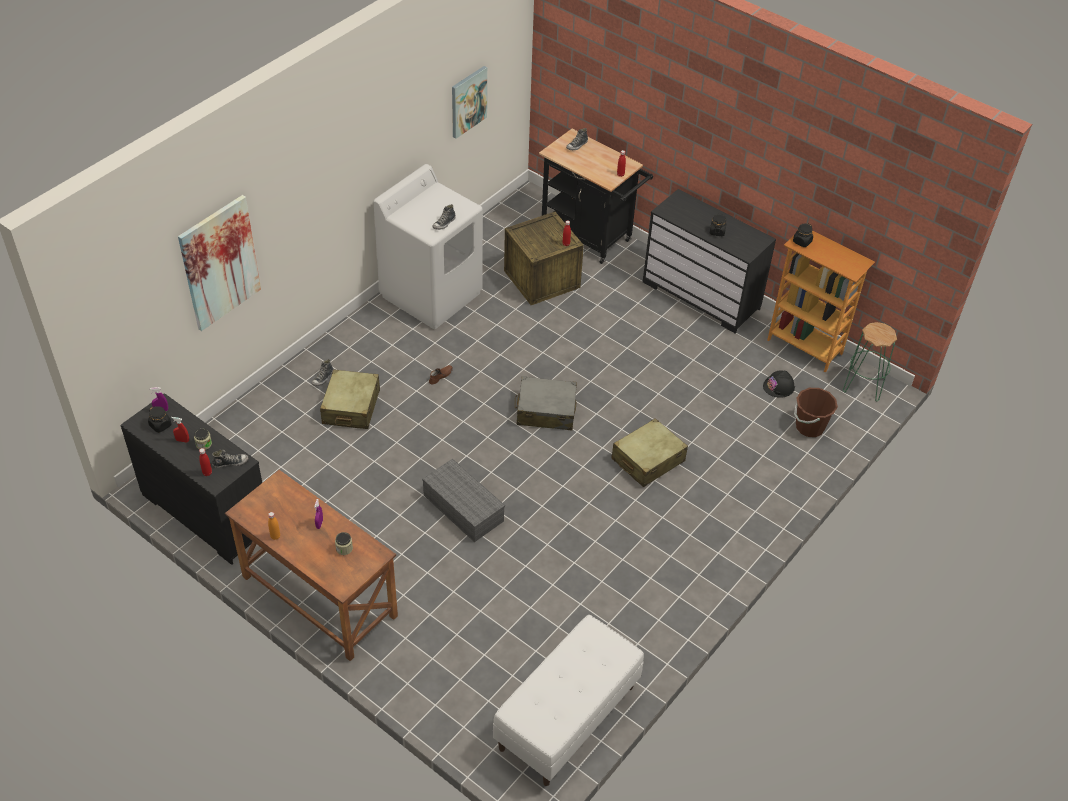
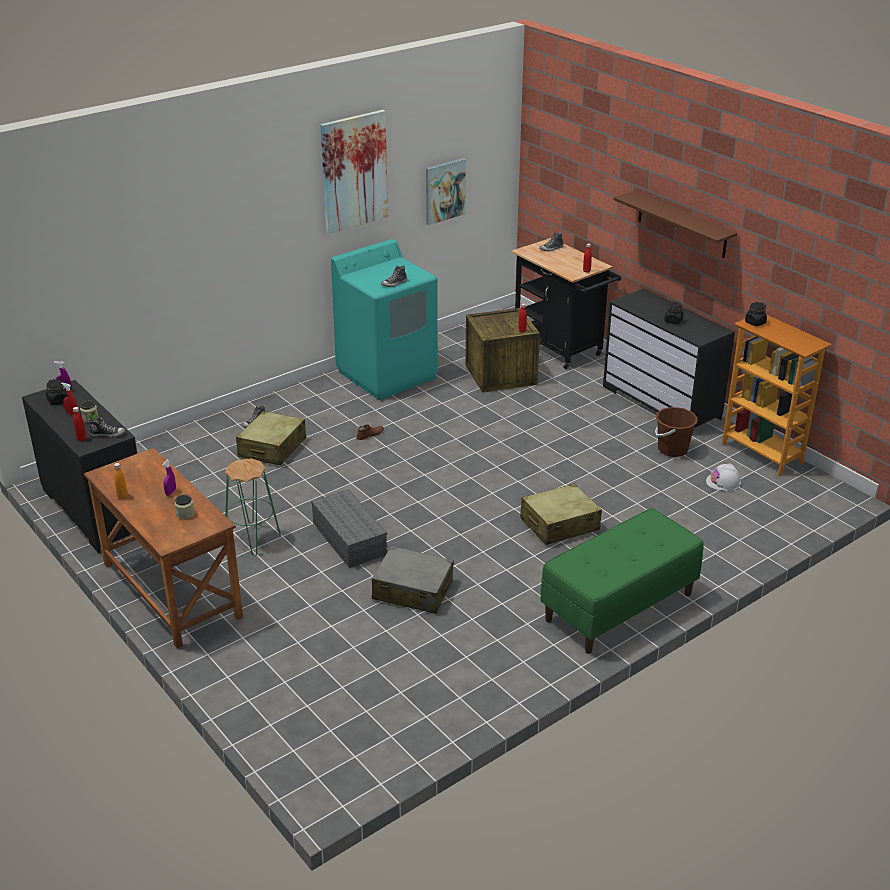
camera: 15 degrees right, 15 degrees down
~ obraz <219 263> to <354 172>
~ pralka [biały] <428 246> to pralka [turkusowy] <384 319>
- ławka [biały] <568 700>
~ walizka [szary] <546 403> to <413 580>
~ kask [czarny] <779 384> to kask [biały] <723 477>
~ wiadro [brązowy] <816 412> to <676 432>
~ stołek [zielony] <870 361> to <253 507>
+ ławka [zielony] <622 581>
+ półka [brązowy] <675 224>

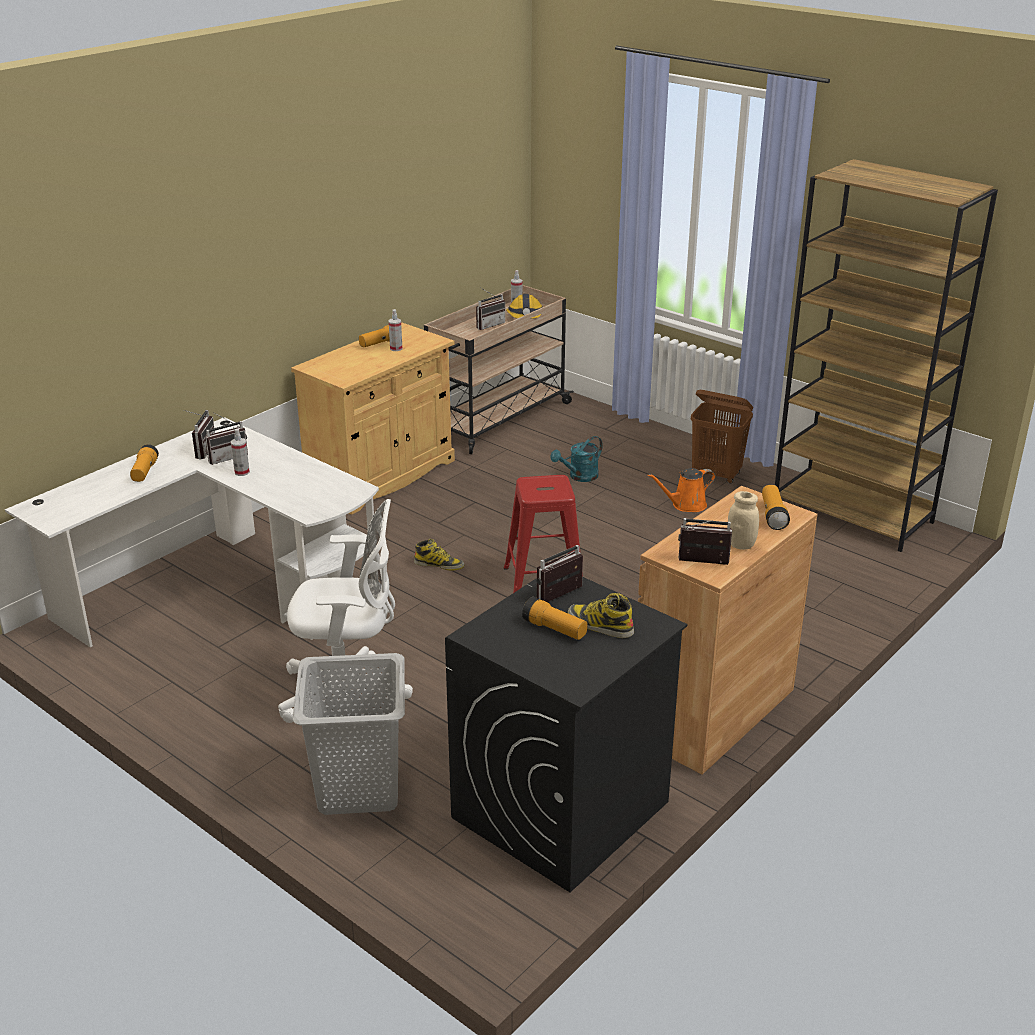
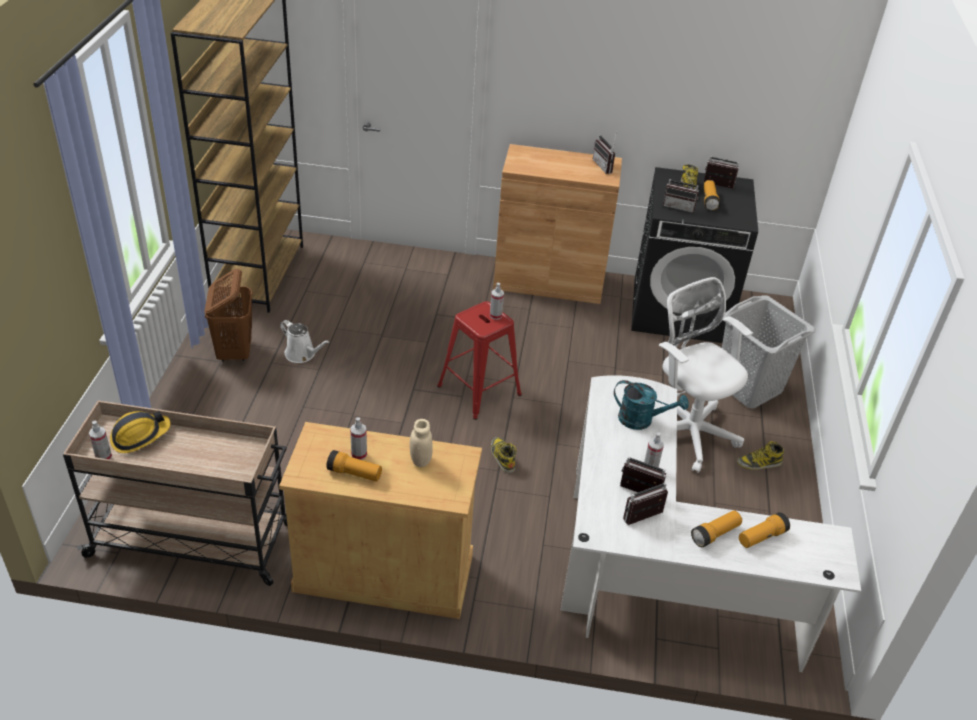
camera: 125 degrees left, 10 degrees up
~ radio <491 309> to <721 172>
~ konewka [turkusowy] <576 459> to <651 405>
~ konewka [pomarańczowy] <682 490> to konewka [biały] <305 341>
~ słoik [beżowy] <743 520> to <421 443>
~ latarka <776 507> to <764 530>
+ spryskiwacz <497 301>
+ but z cholewką <760 455>

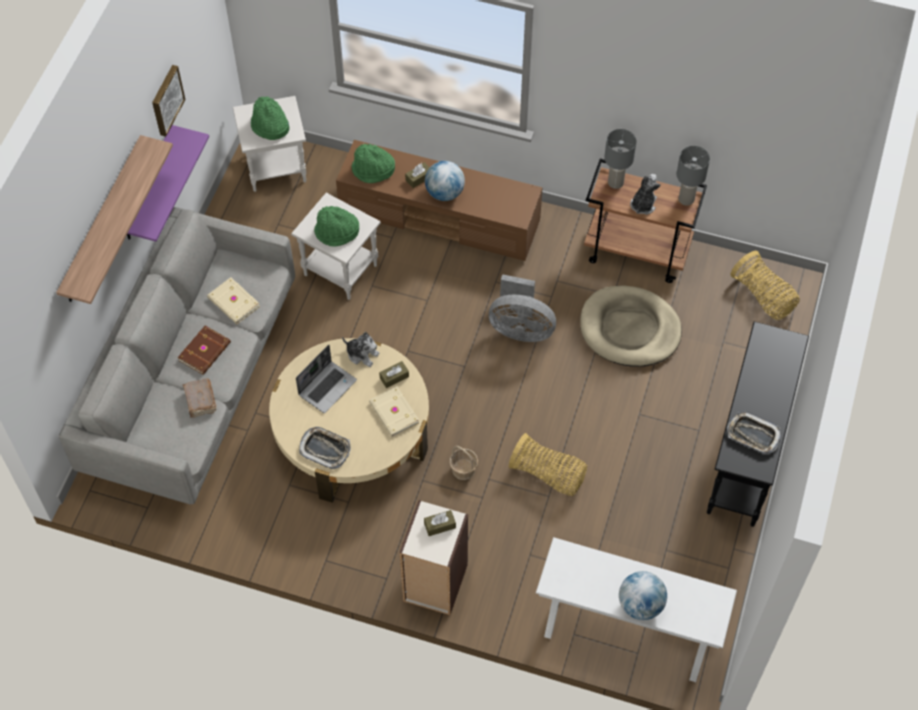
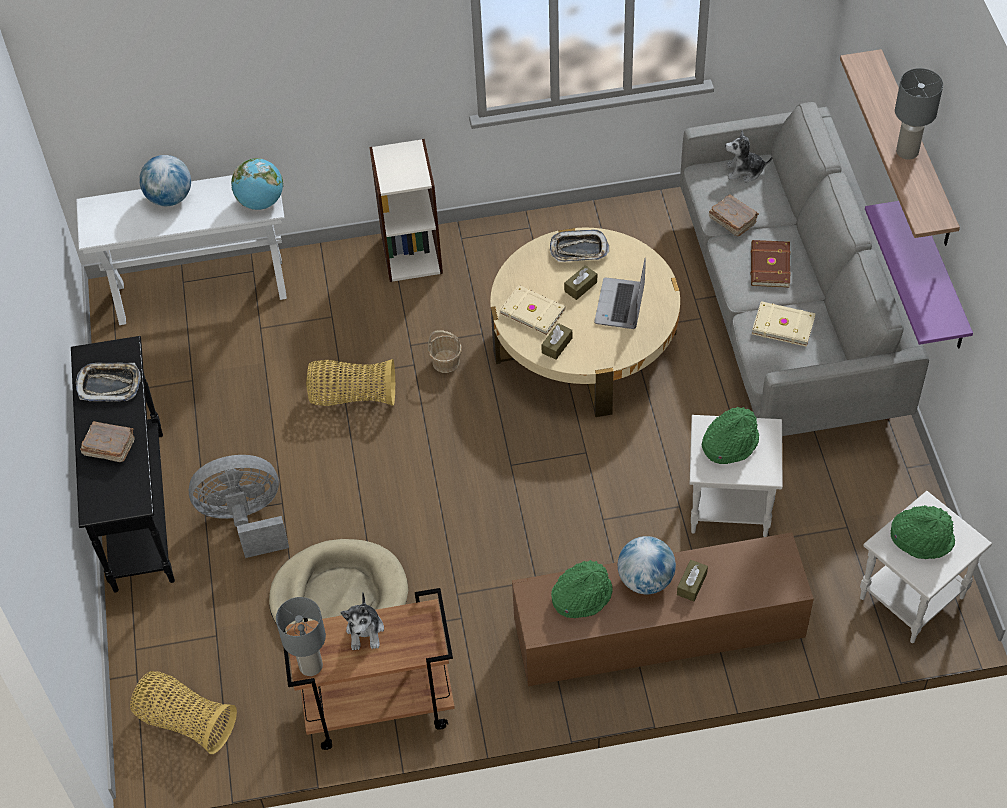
camera: 155 degrees right, 5 degrees down
- obraz <168 101>
~ pluszak <361 349> to <748 156>
~ kapelusz [zielony] <373 163> to <582 589>
~ pudełko chusteczek [brązowy] <440 523> to <580 282>
~ wentylator [szary] <522 308> to <239 506>
~ lampa stołowa [szary] <620 159> to <919 113>
+ książka [brązowy] <107 441>
+ globus <257 184>

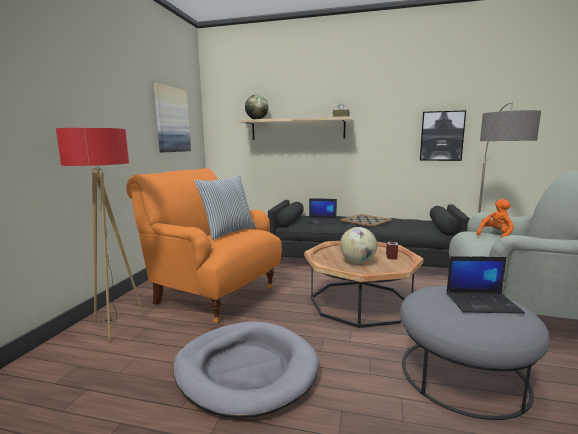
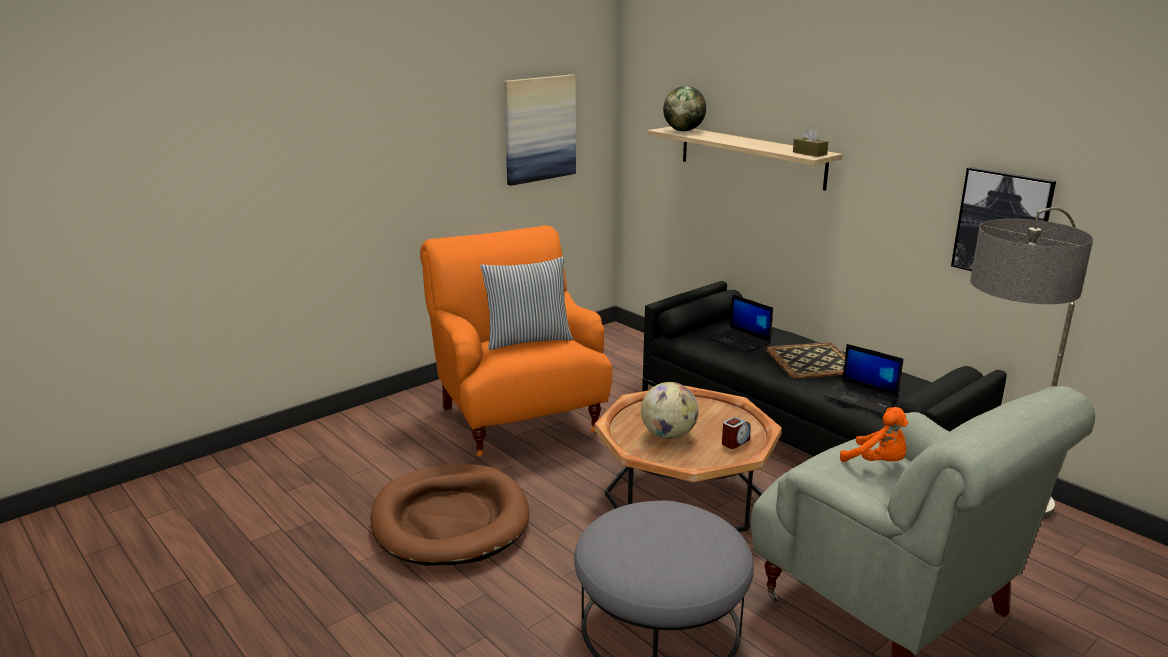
camera: 35 degrees right, 10 degrees up
- lampa stojąca <100 234>
~ legowisko [szary] <246 369> to legowisko [brązowy] <450 514>
~ laptop <486 285> to <864 379>
~ pluszak [pomarańczowy] <495 218> = <874 434> 45 degrees clockwise

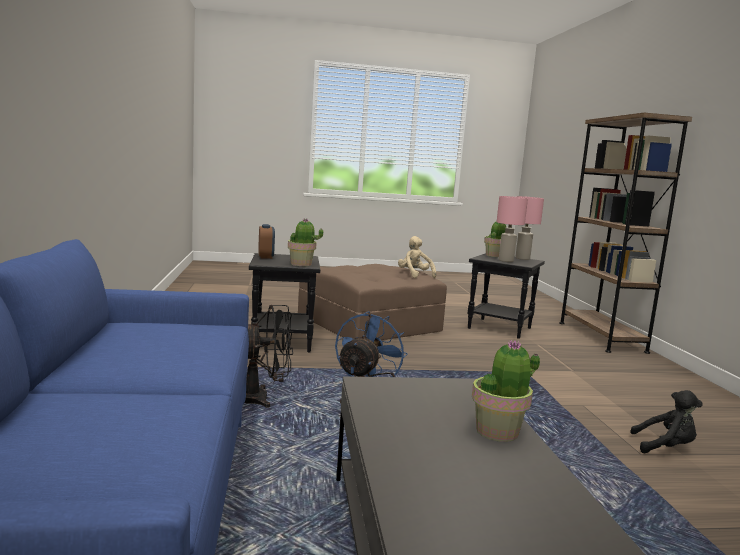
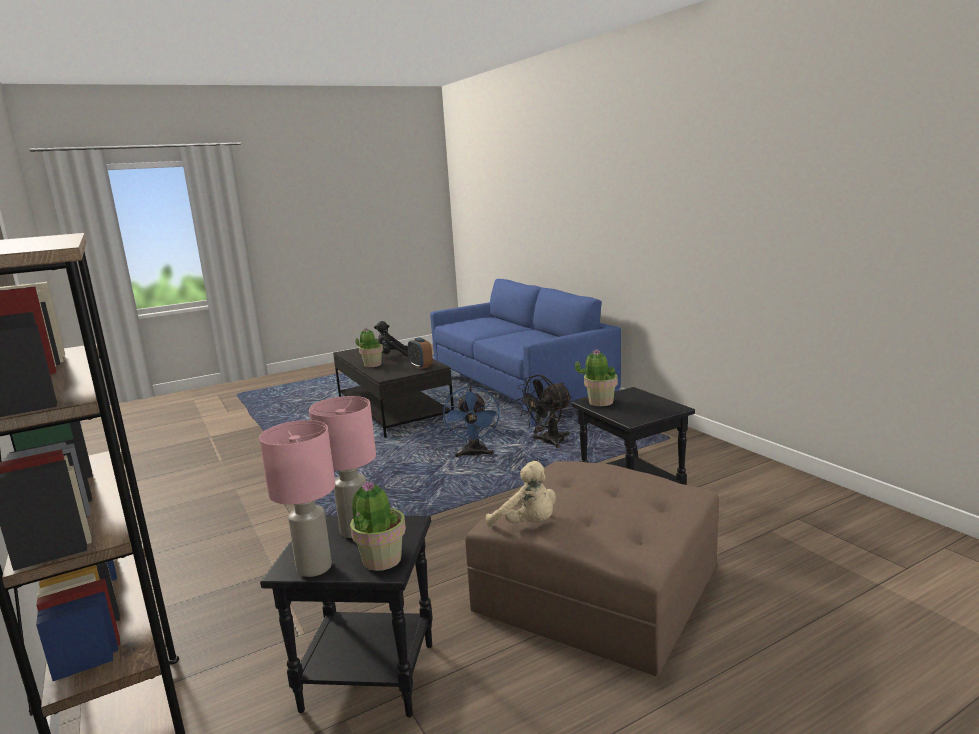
camera: 160 degrees right, 5 degrees up
~ budzik <266 241> to <420 353>
~ pluszak [czarny] <666 421> to <391 339>

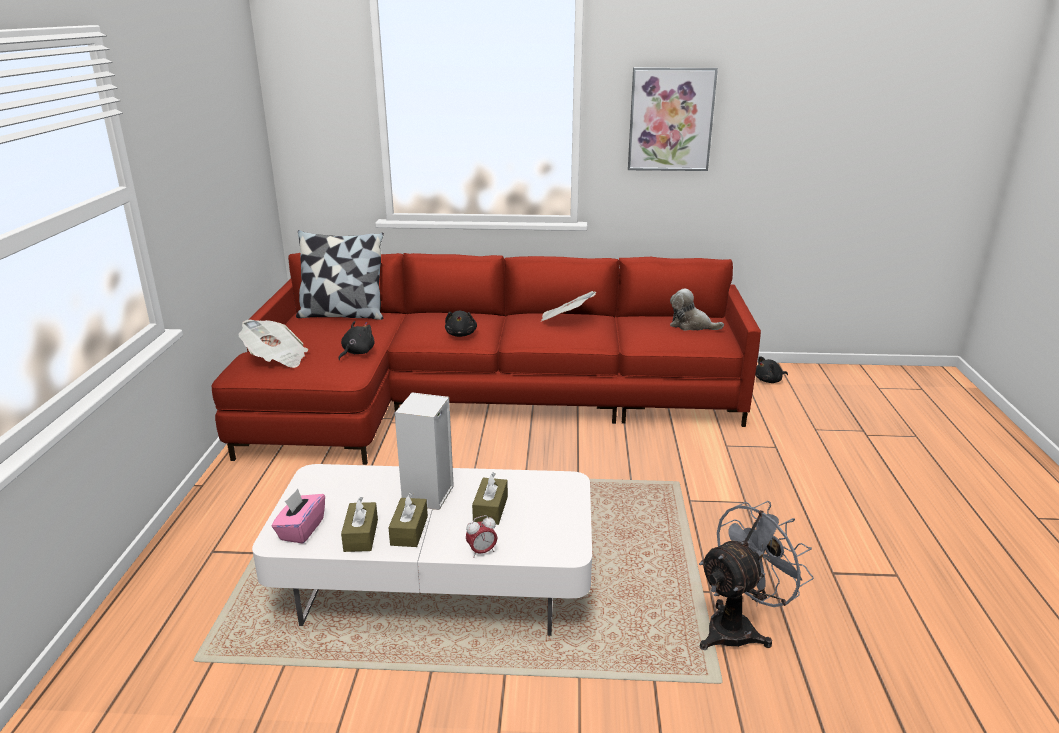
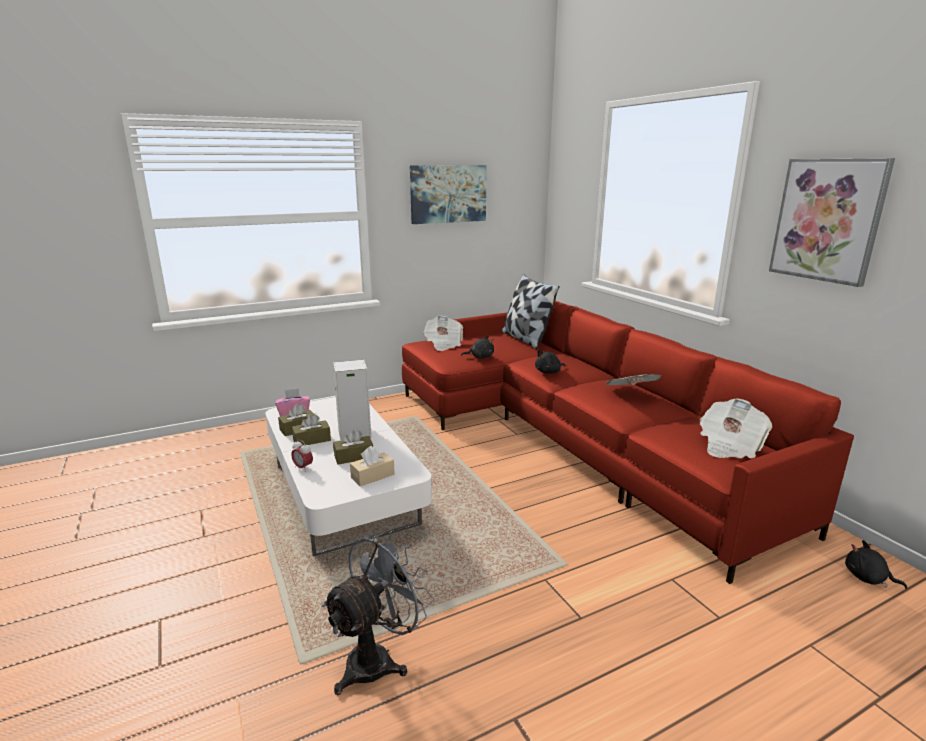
camera: 60 degrees right, 5 degrees down
~ pluszak <697 310> to gazeta <735 428>
~ wentylator [szary] <756 575> = <377 612> 75 degrees counterclockwise
+ pudełko chusteczek [beżowy] <372 466>
+ obraz <448 194>

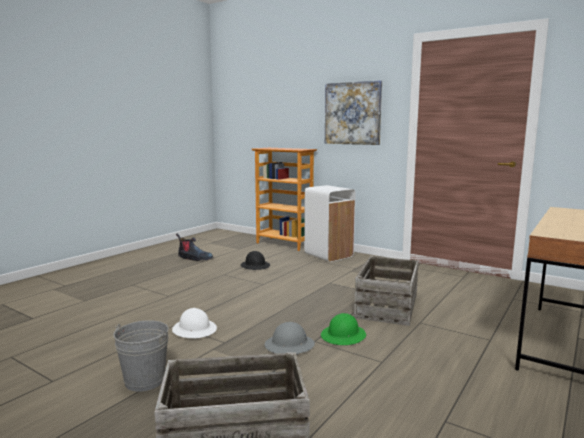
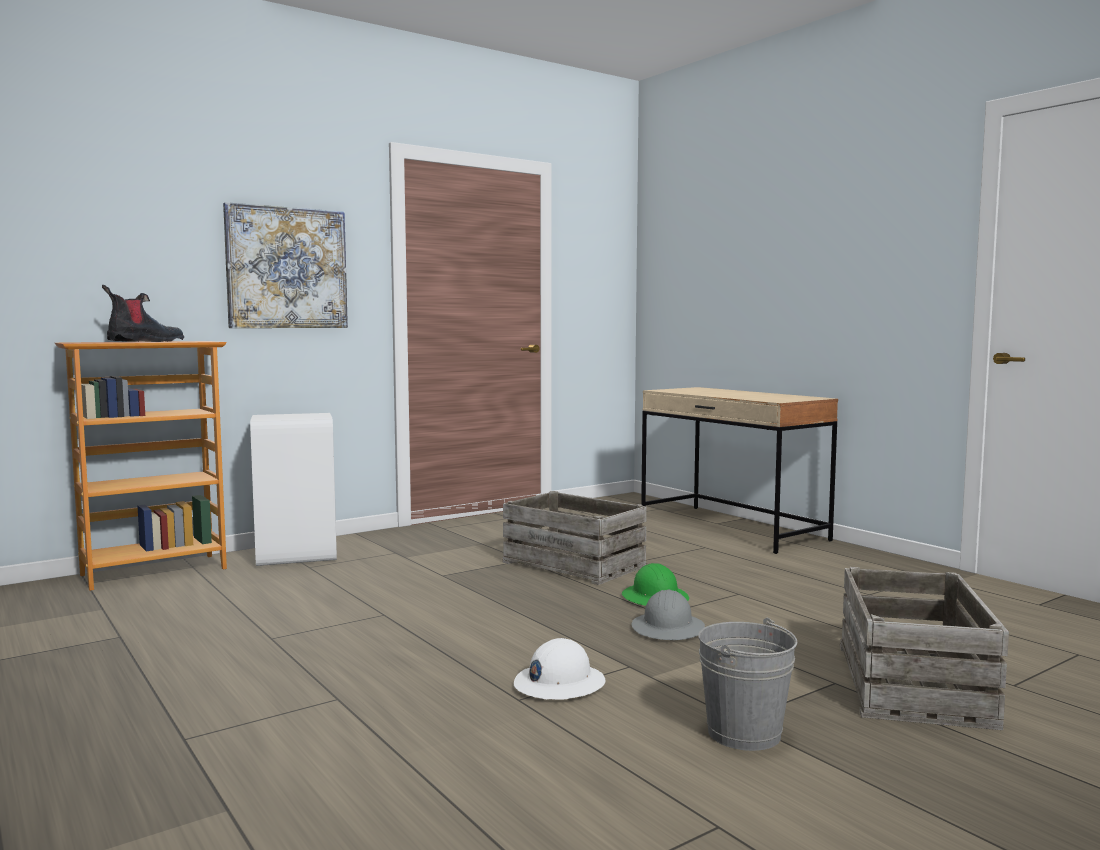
camera: 70 degrees left, 5 degrees down
~ but z cholewką <194 247> to <143 313>
- kask [czarny] <255 260>

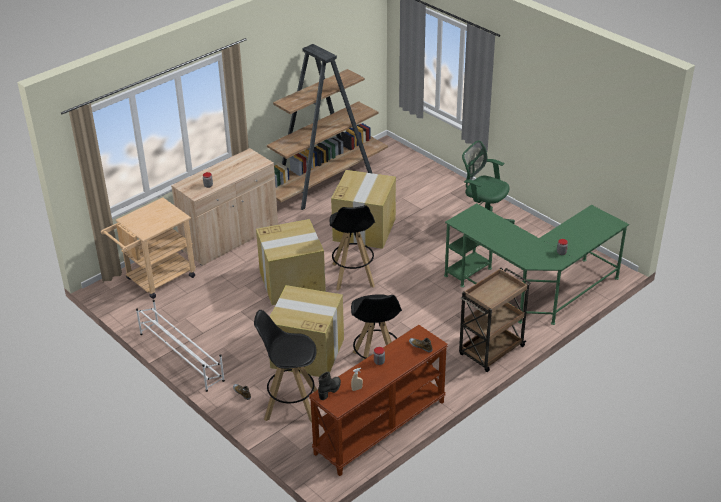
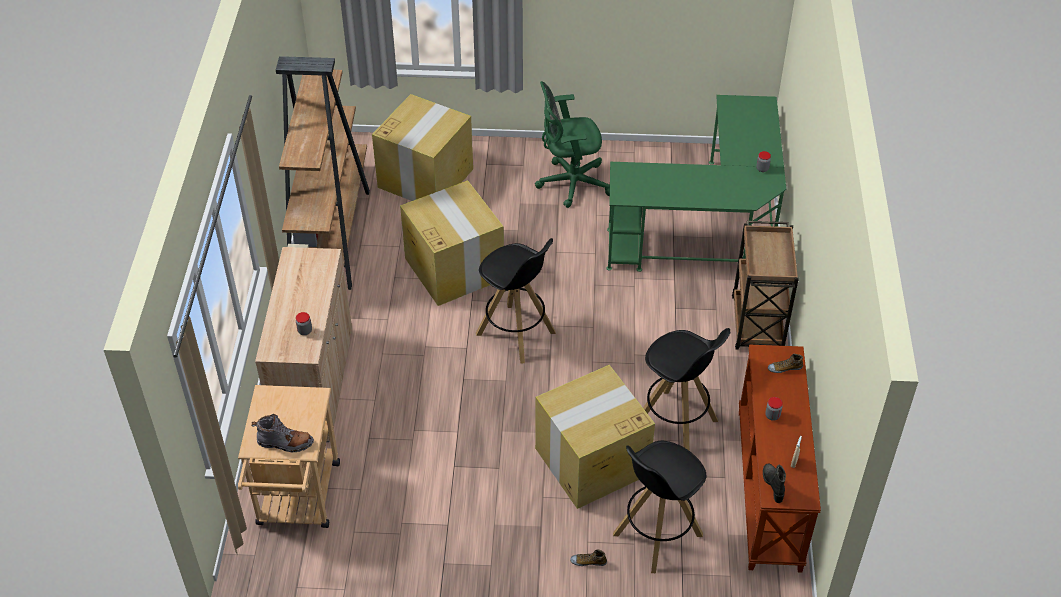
camera: 45 degrees left, 10 degrees up
- regał na buty [biały] <180 346>
~ karton <291 262> to <422 147>
+ but z cholewką [szary] <282 433>

